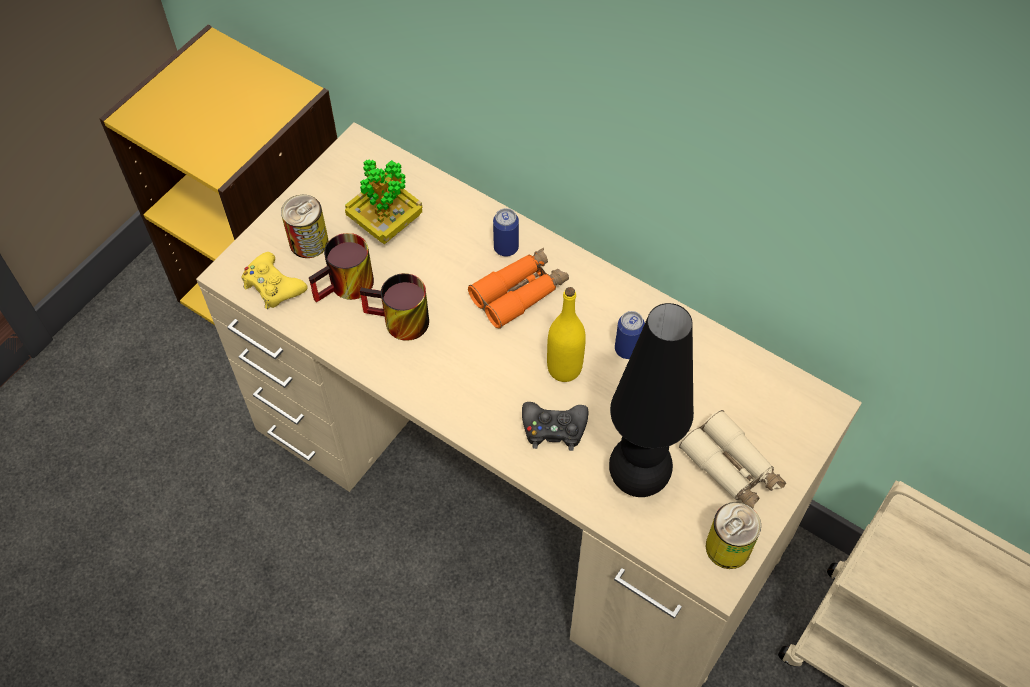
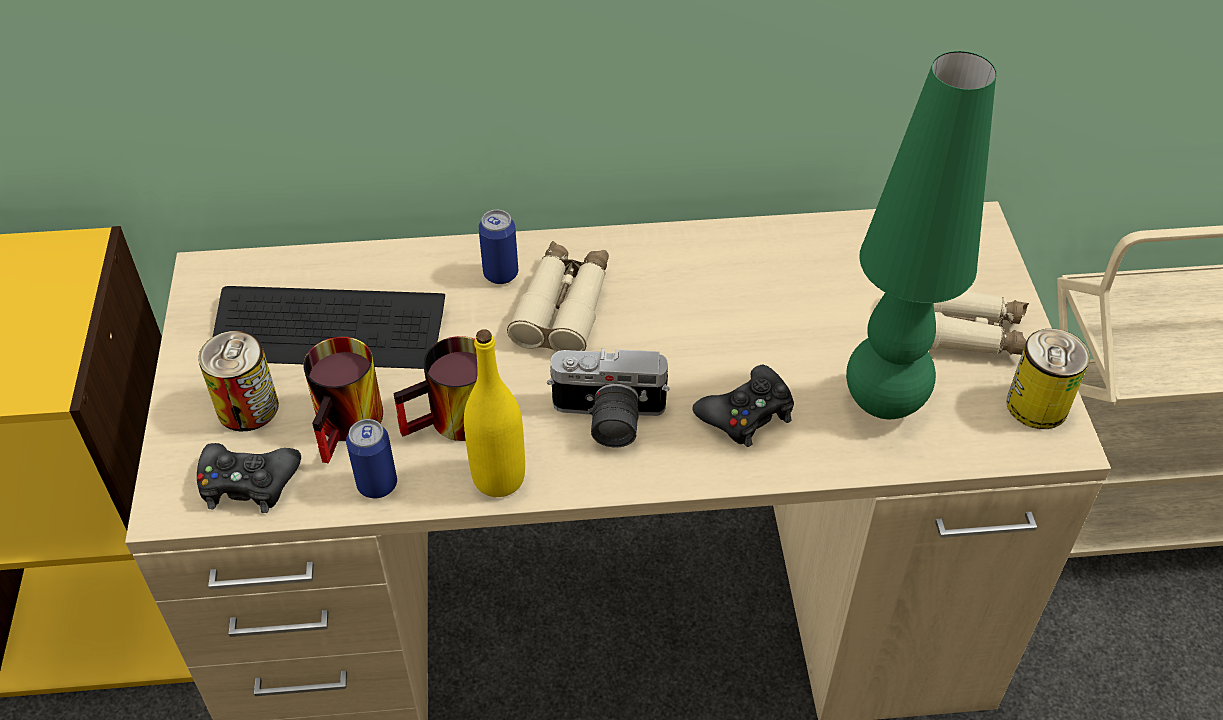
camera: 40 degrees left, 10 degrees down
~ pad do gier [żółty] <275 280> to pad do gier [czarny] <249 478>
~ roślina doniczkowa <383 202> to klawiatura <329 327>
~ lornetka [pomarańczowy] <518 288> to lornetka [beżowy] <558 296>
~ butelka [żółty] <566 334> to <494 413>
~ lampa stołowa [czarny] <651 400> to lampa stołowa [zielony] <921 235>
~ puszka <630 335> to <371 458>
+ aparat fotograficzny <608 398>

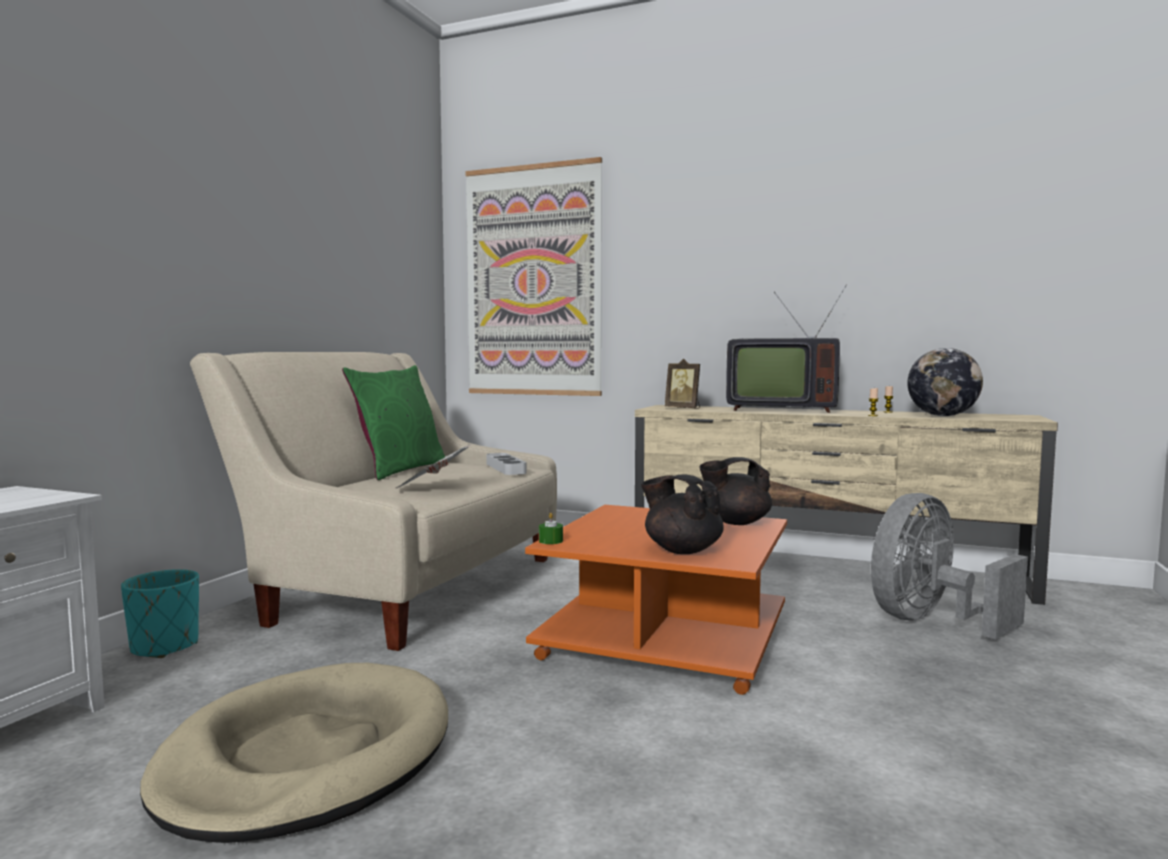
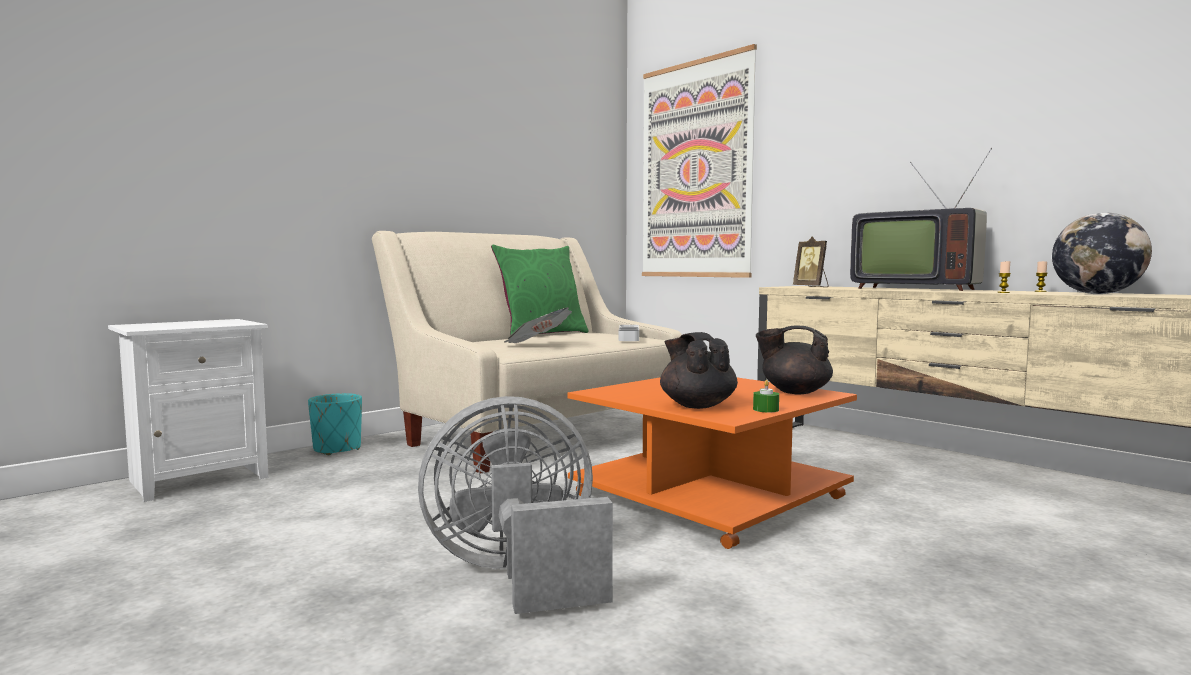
camera: 25 degrees right, 0 degrees up
- legowisko [beżowy] <294 753>
~ świeca [zielony] <551 528> to <766 396>
~ wentylator [szary] <949 566> to <515 505>

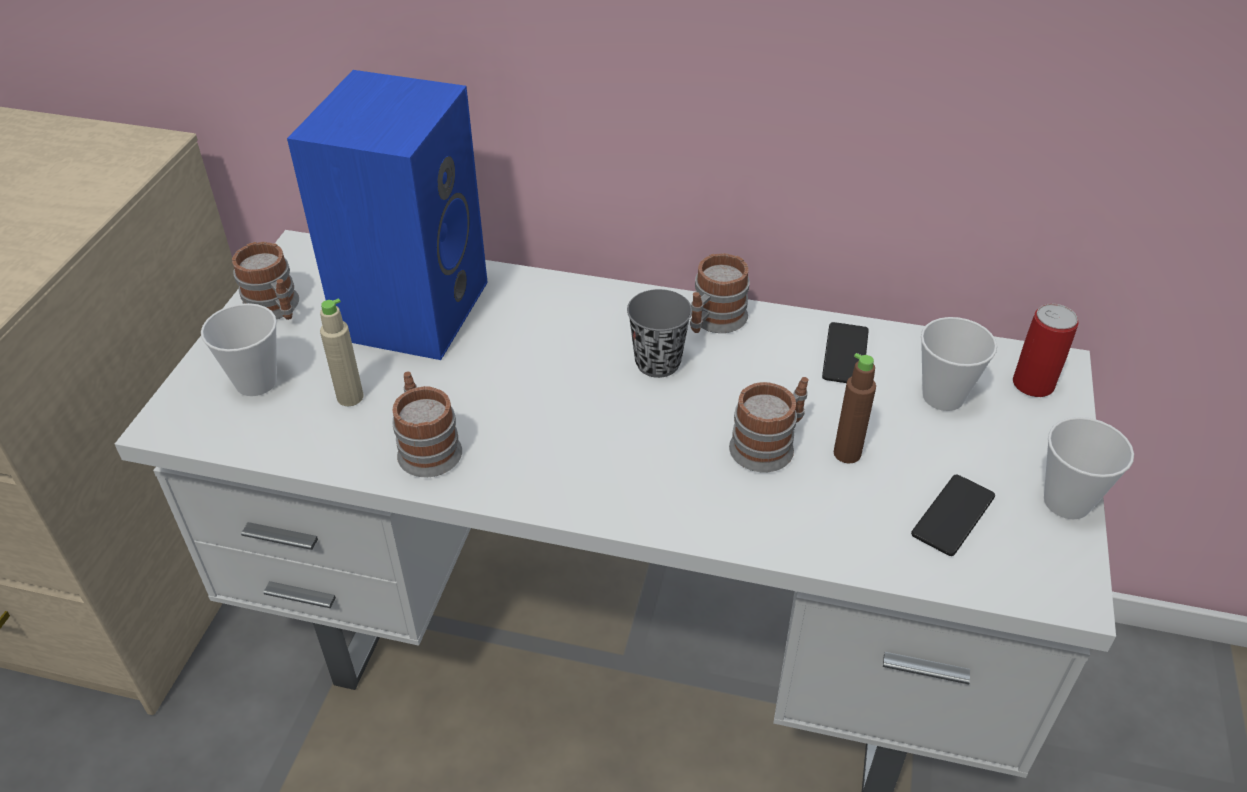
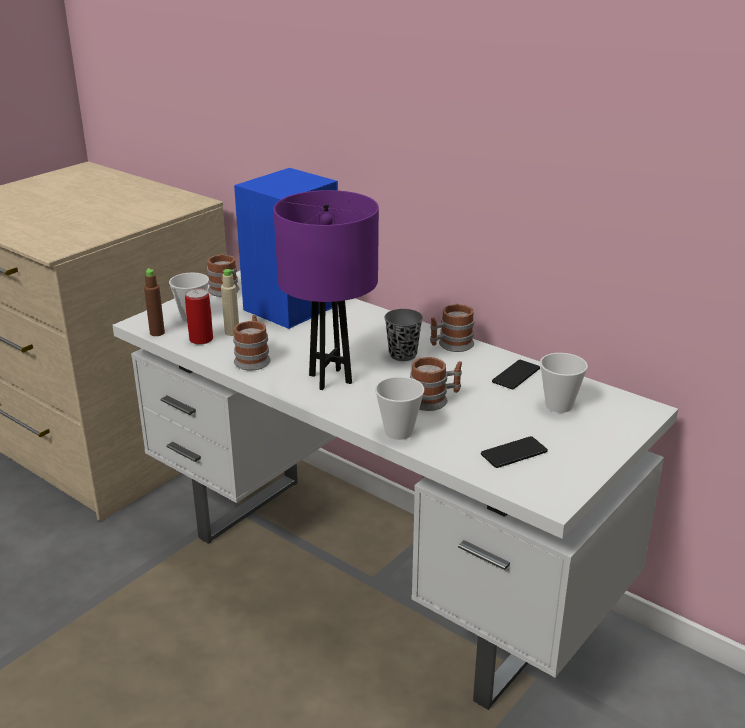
camera: 25 degrees right, 15 degrees down
~ butelka [brązowy] <855 408> to <154 302>
~ puszka <1046 350> to <199 316>
~ filiżanka <1089 468> to <399 408>
+ lampa stołowa [fioletowy] <326 290>

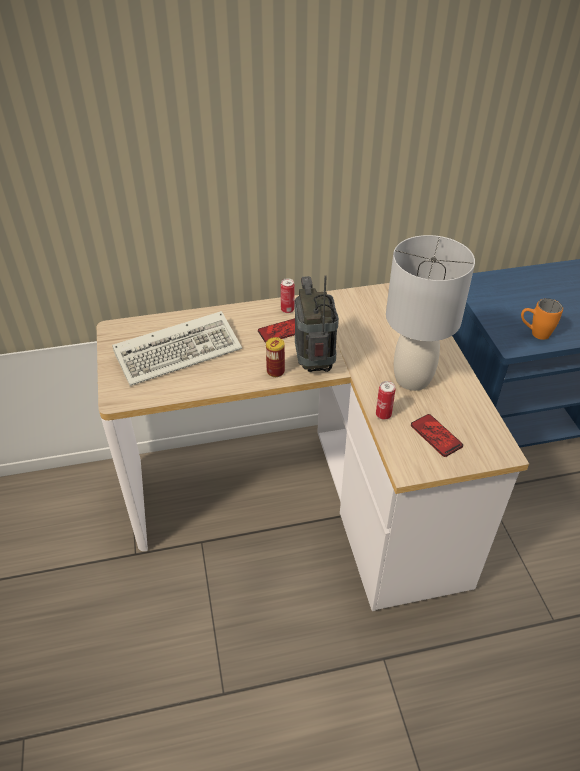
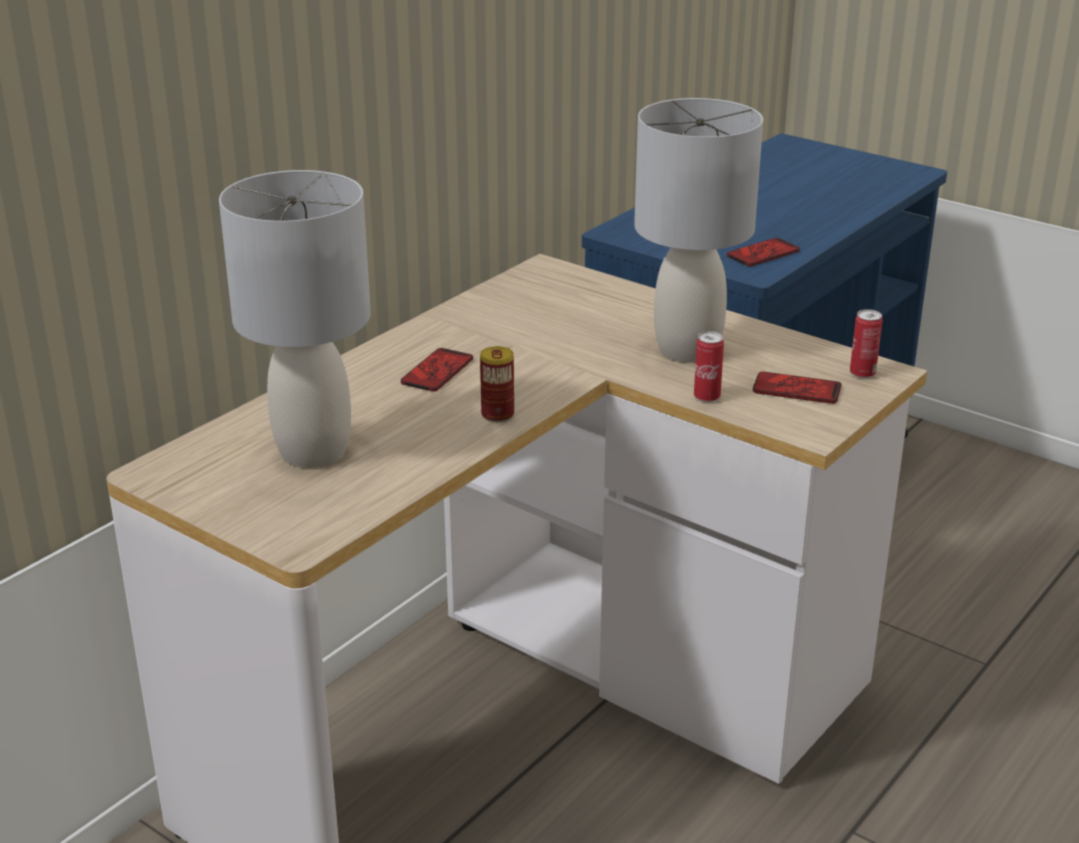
camera: 40 degrees left, 15 degrees down
~ klawiatura <177 348> to lampa stołowa [szary] <295 319>
~ puszka <288 295> to <866 344>
- radio <317 323>
~ kubek [pomarańczowy] <542 319> to telefon <763 252>

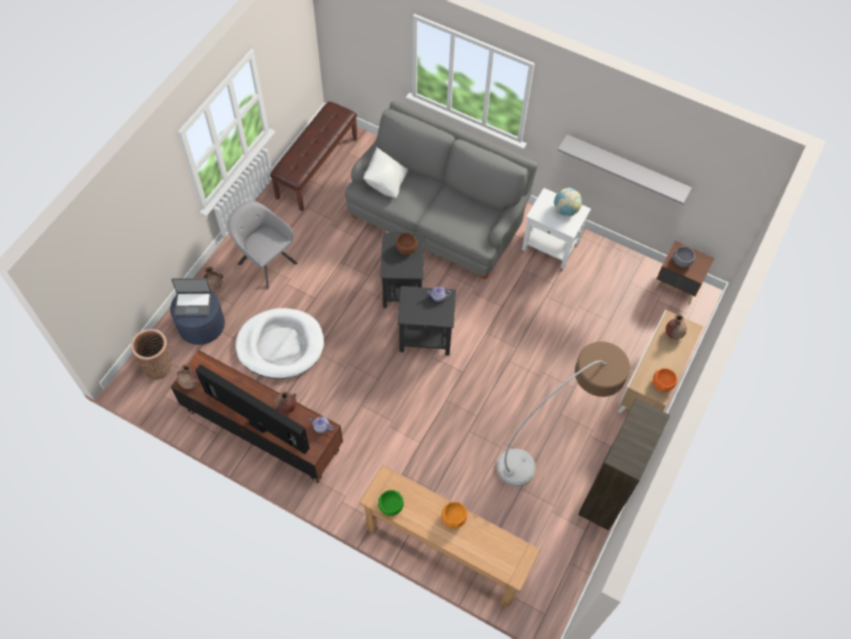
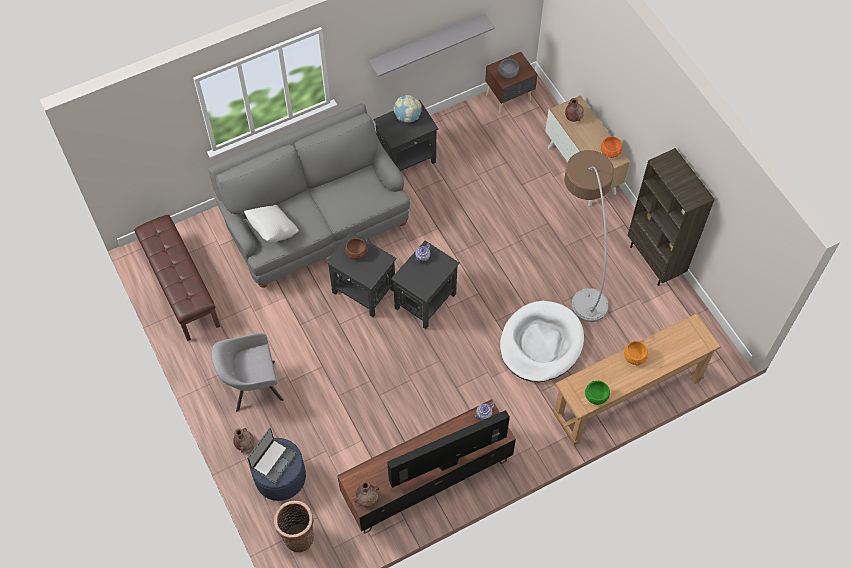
camera: 55 degrees left, 0 degrees up
~ legowisko [biały] <280 343> to <542 341>
- wazon [brązowy] <286 402>
~ stolik [biały] <556 228> to stolik [czarny] <406 135>

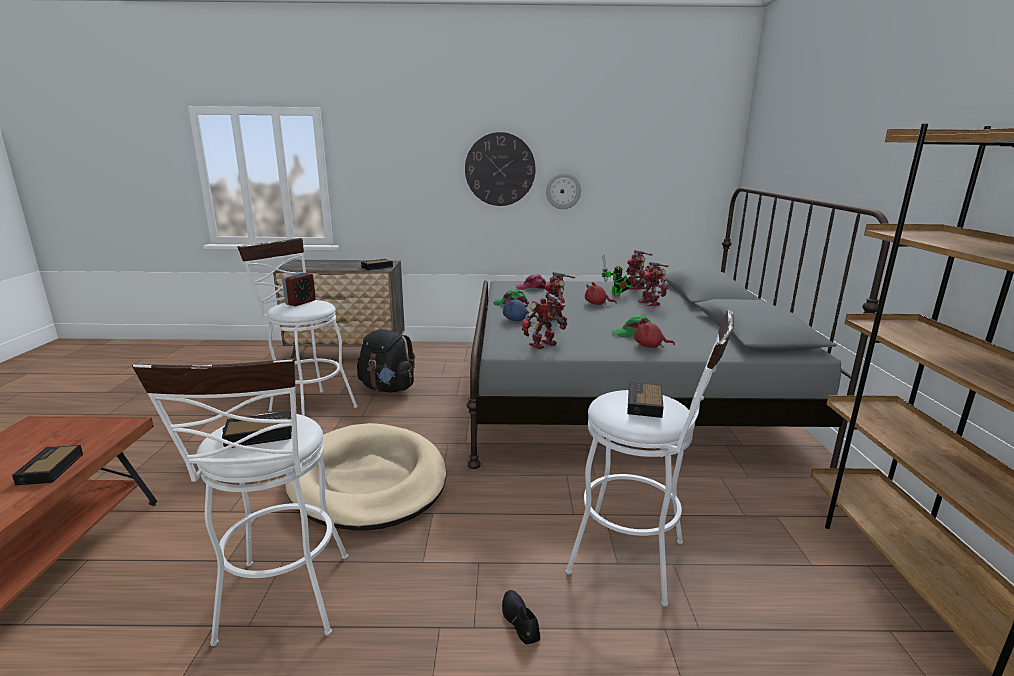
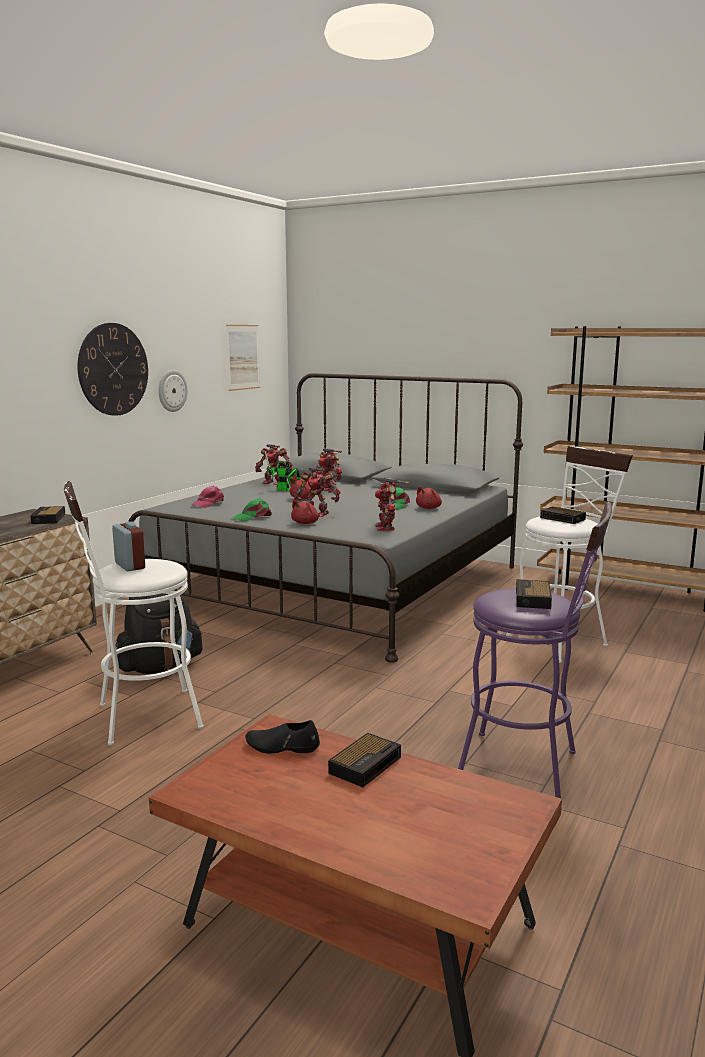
camera: 60 degrees left, 5 degrees down
~ budzik <47 465> = <364 760> 75 degrees counterclockwise
~ stołek [biały] <240 502> to stołek [fioletowy] <535 650>
- legowisko [beżowy] <366 476>
~ but [czarny] <521 617> to <282 736>
~ pluszak [niebieski] <520 308> to pluszak [czerwony] <305 512>
~ robot zabawkowy <653 284> = <329 469> 45 degrees clockwise
+ obraz <243 358>

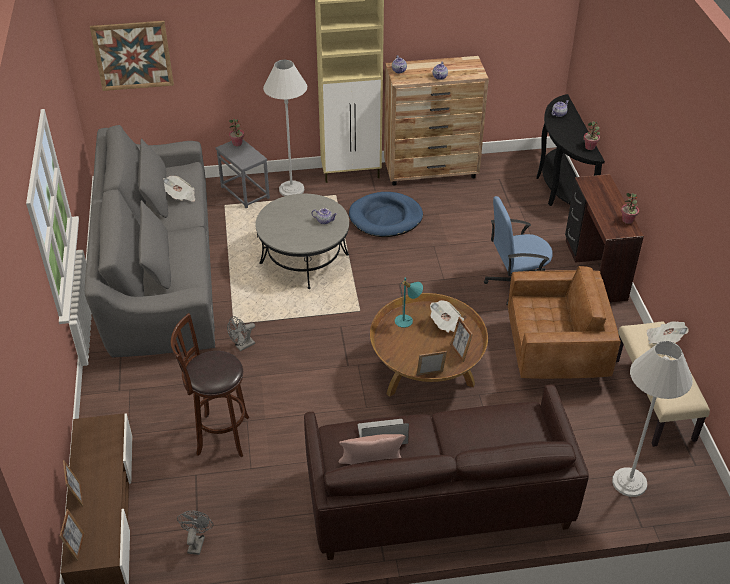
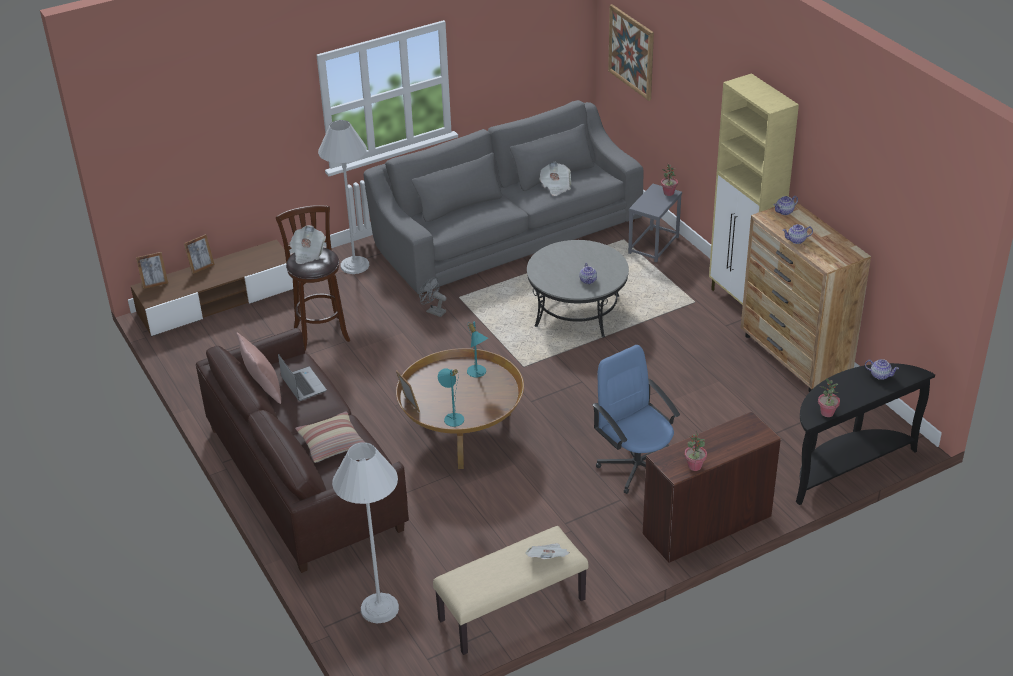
camera: 70 degrees right, 5 degrees down
- wentylator [szary] <195 533>
~ lampa stojąca [biały] <285 128> to <343 197>
- legowisko [niebieski] <386 214>
~ gazeta <447 316> to <307 244>
~ ramka na zdjęcie <461 339> to lampa stołowa [turkusowy] <451 397>
- fotel [brązowy] <564 322>
+ poduszka <329 437>

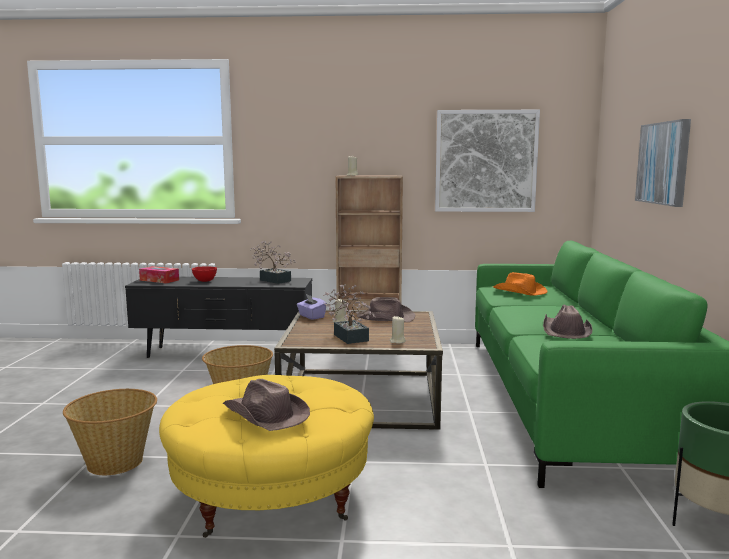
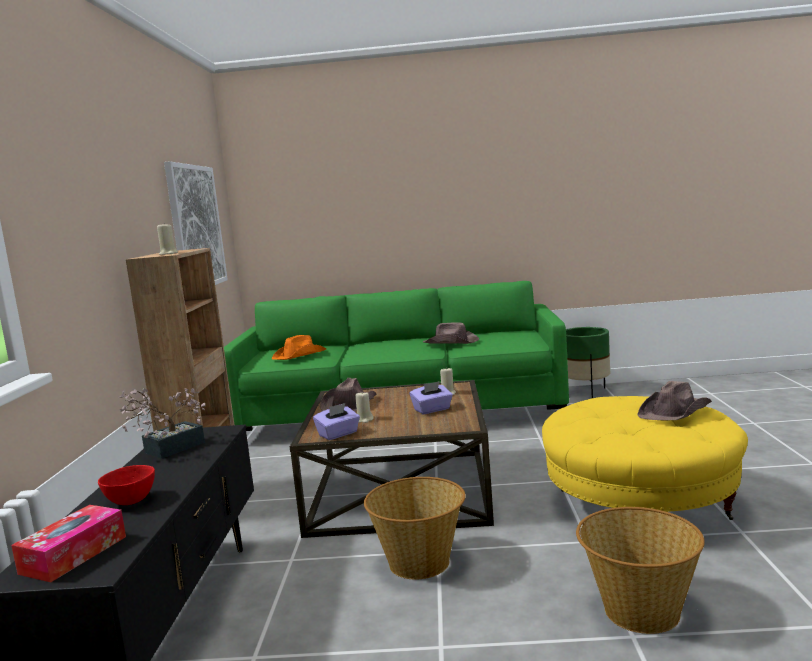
camera: 90 degrees left, 0 degrees up
~ roślina doniczkowa <349 314> to pudełko chusteczek [fioletowy] <431 397>
- obraz <663 163>

